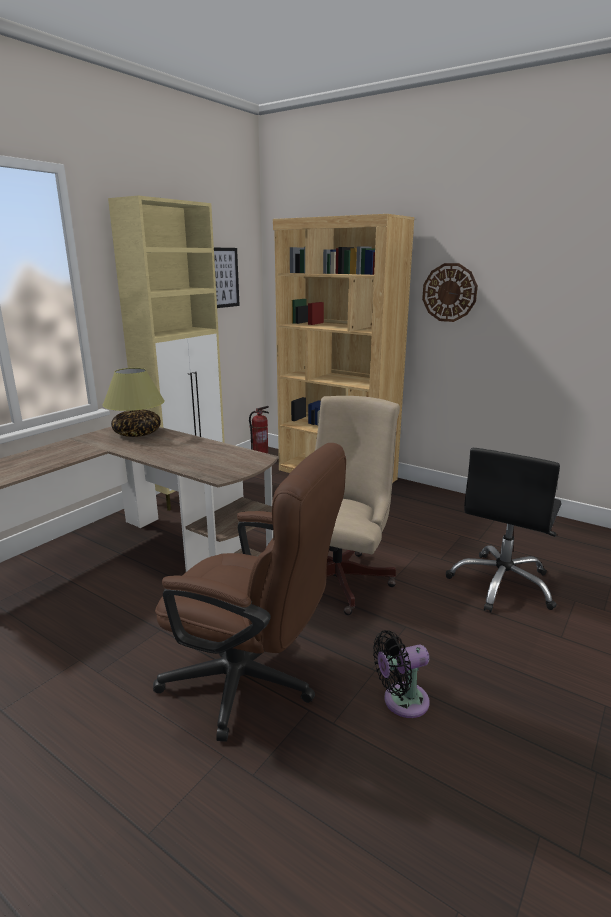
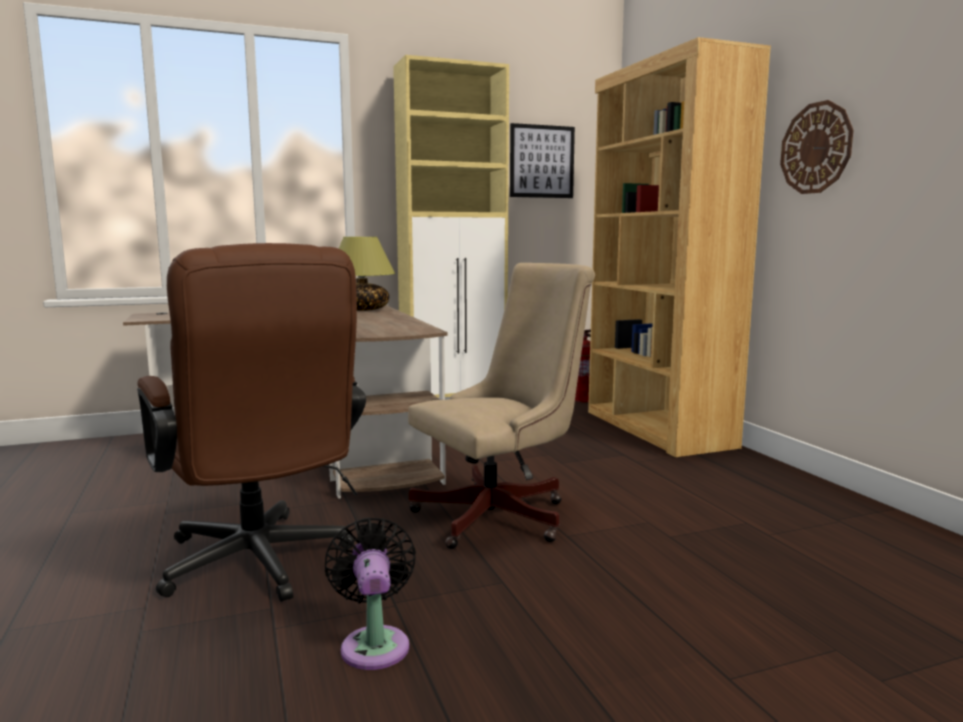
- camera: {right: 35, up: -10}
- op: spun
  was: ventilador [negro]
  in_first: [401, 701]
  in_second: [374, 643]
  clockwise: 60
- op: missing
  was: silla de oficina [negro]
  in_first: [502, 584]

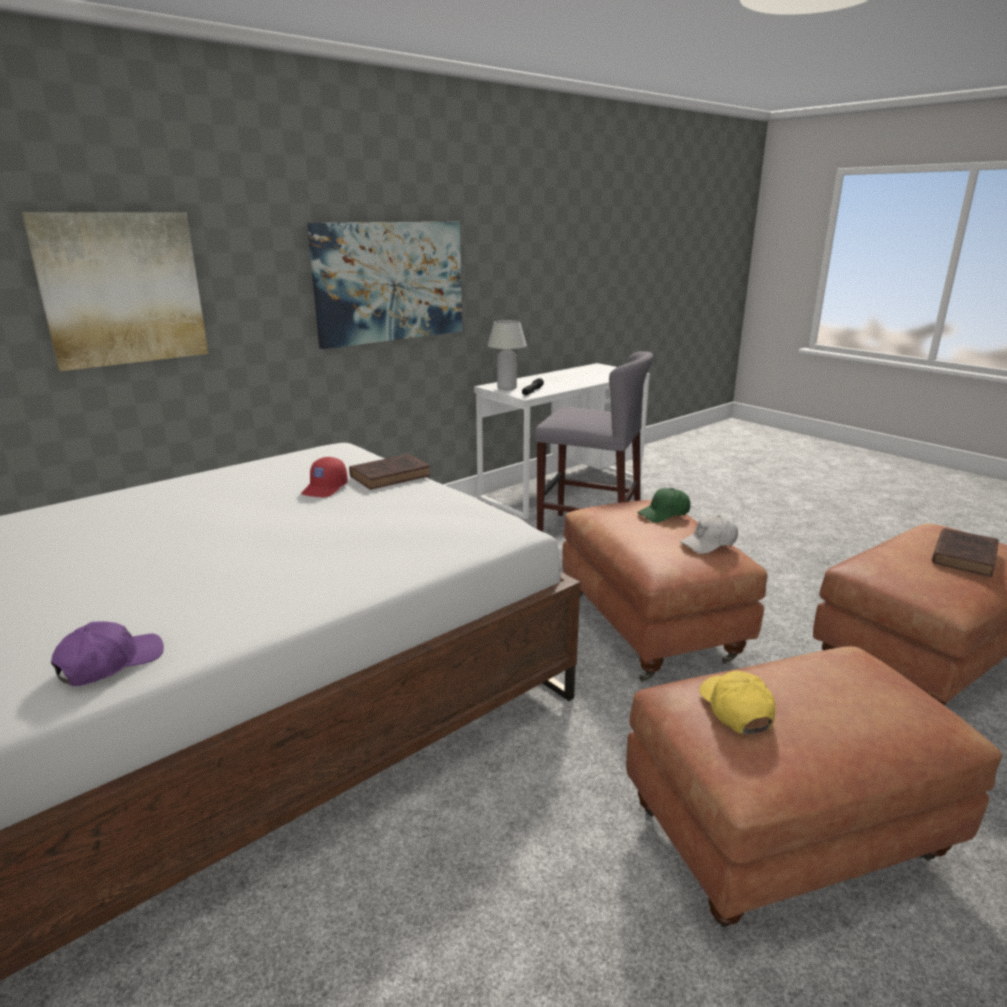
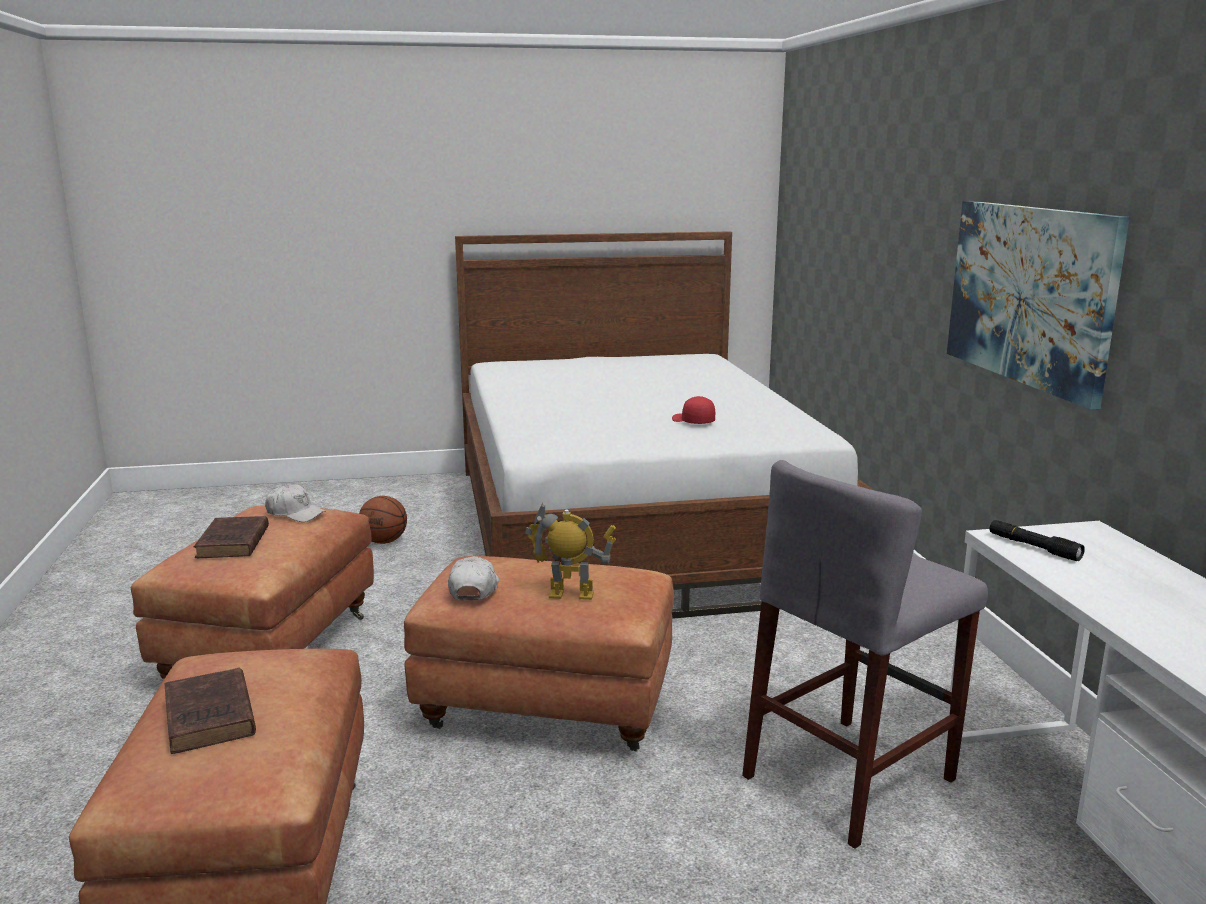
- camera: {right: 120, up: -5}
- op: missing
  was: cuadro
  in_first: [122, 289]
- op: missing
  was: gorra [morado]
  in_first: [110, 664]
- op: relocated
  was: libro [marrón]
  in_first: [392, 476]
  in_second: [232, 543]
- op: missing
  was: lámpara de mesa [blanco]
  in_first: [507, 388]
- op: exchanged
  was: gorra [verde]
  now: robot de juguete
  in_first: [664, 514]
  in_second: [571, 595]
- op: colour
  was: gorra [amarillo]
  now: gorra [blanco]
  in_first: [735, 709]
  in_second: [295, 513]
- op: appeared
  now: balón de baloncesto
  in_second: [384, 541]

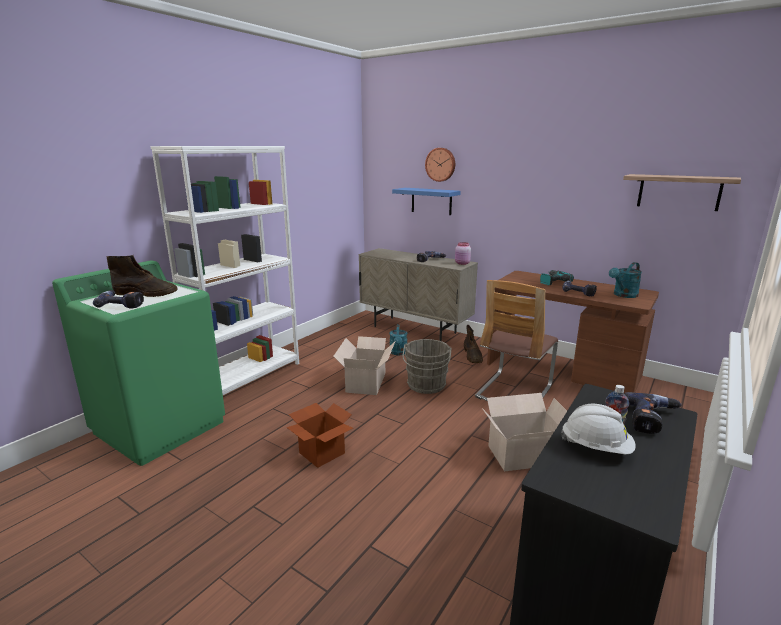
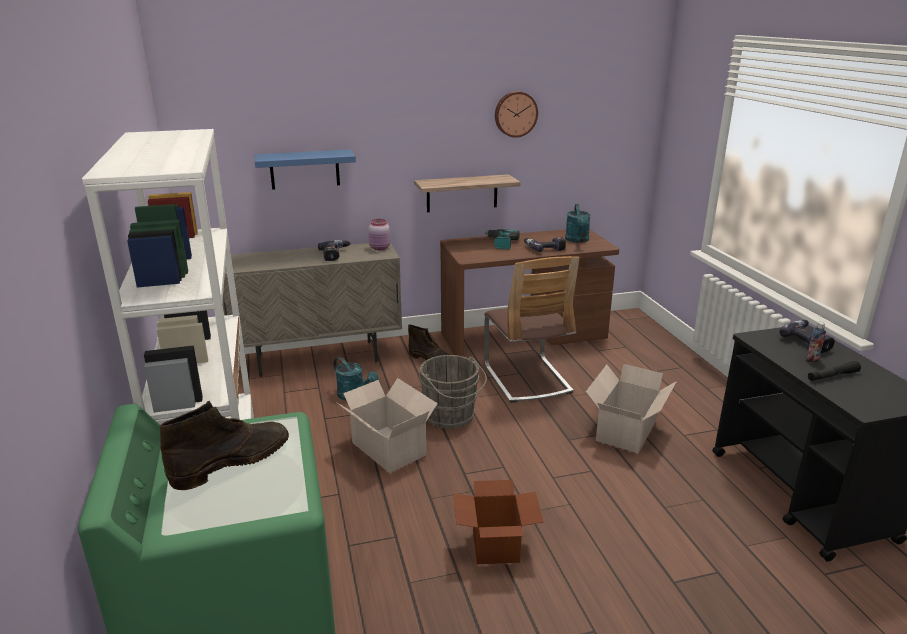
- camera: {right: -50, up: 5}
- op: missing
  was: taladro
  in_first: [122, 304]
- op: relocated
  was: reloj de pared
  in_first: [441, 164]
  in_second: [515, 114]
- op: exchanged
  was: casco [blanco]
  now: linterna [negro]
  in_first: [596, 447]
  in_second: [832, 376]
- op: relocated
  was: estante
  in_first: [679, 192]
  in_second: [462, 193]

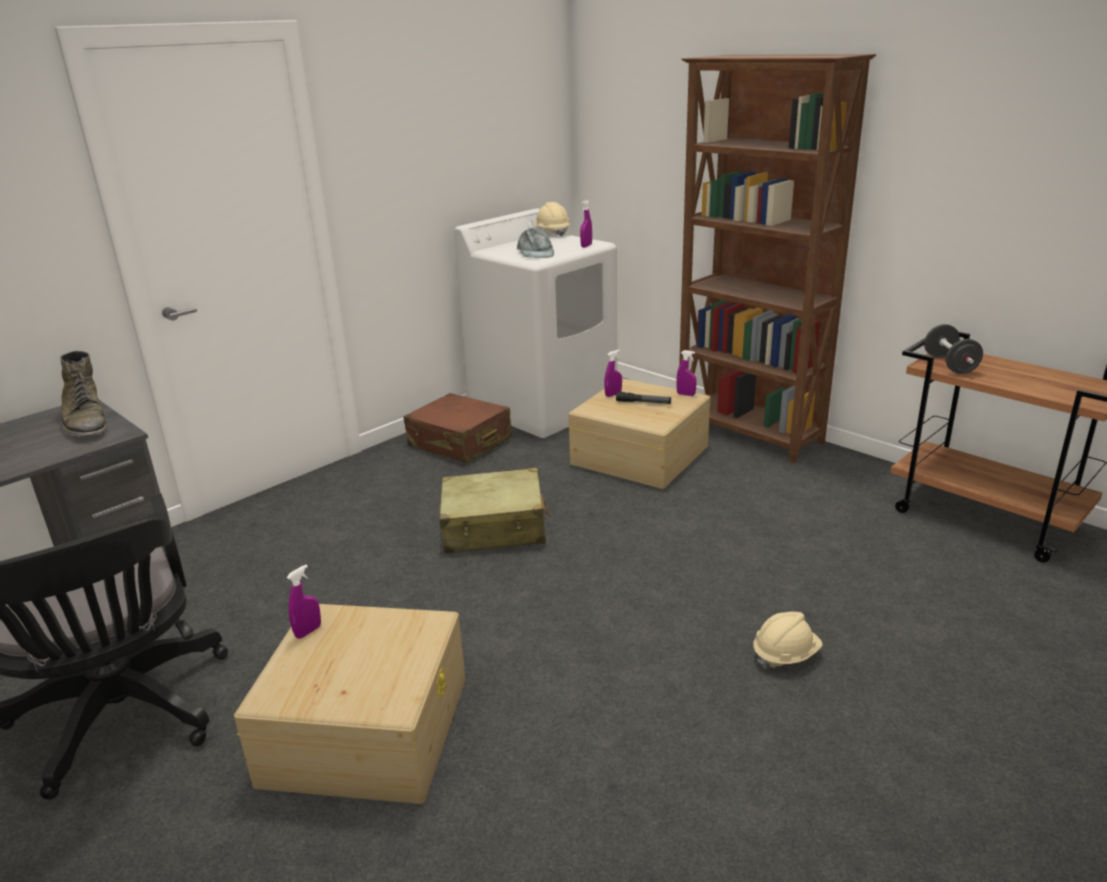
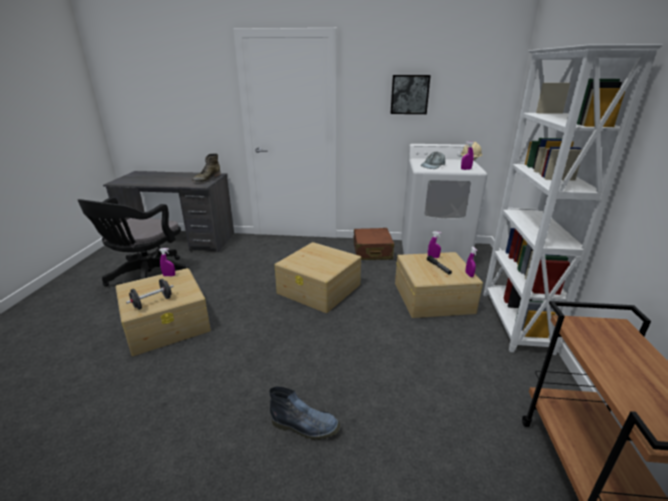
- camera: {right: 50, up: 0}
- op: exchanged
  was: maleta [beis]
  now: caja de almacenaje [beis]
  in_first: [494, 527]
  in_second: [319, 289]
- op: colour
  was: estantería [marrón]
  now: estantería [blanco]
  in_first: [749, 433]
  in_second: [514, 321]
- op: exchanged
  was: casco [beis]
  now: bota
  in_first: [785, 655]
  in_second: [306, 426]
- op: relocated
  was: mancuerna [negro]
  in_first: [949, 365]
  in_second: [152, 302]
- op: appeared
  now: cuadro
  in_second: [409, 94]

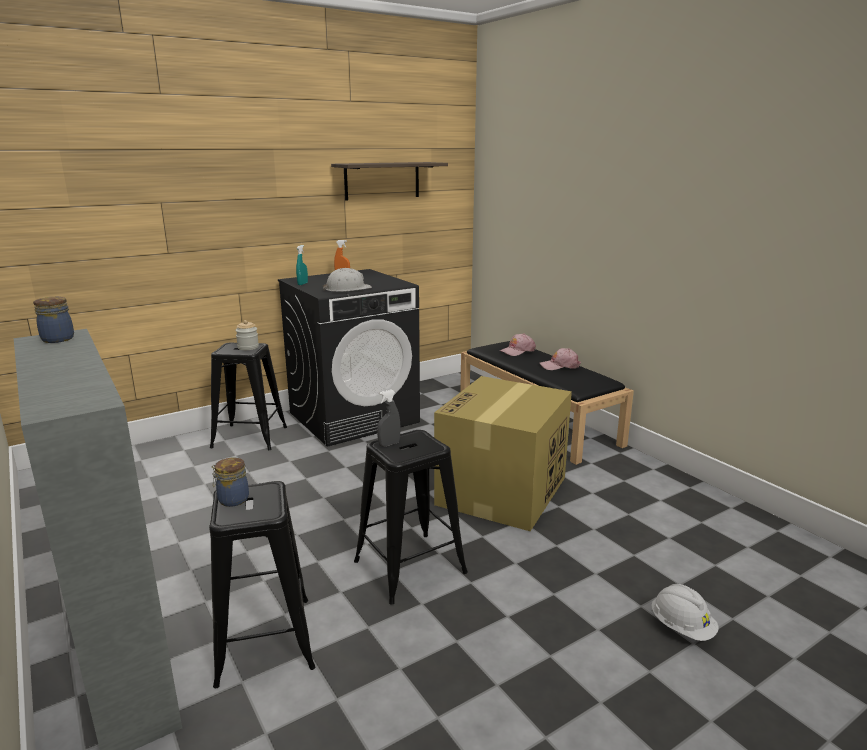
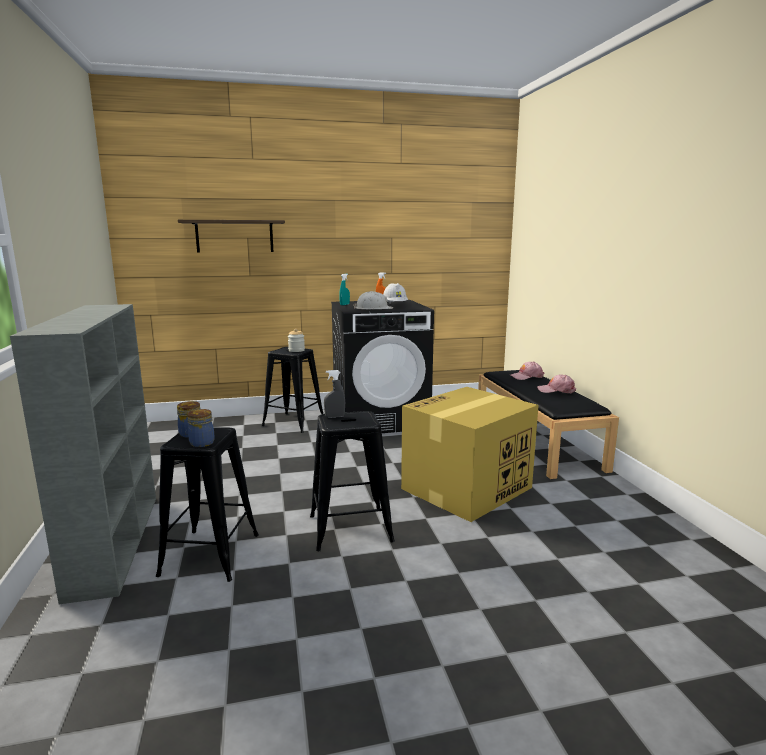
- camera: {right: 20, up: -5}
- op: relocated
  was: tarro
  in_first: [58, 339]
  in_second: [202, 442]
- op: relocated
  was: estante
  in_first: [382, 180]
  in_second: [234, 236]
- op: relocated
  was: casco [blanco]
  in_first: [682, 627]
  in_second: [395, 305]

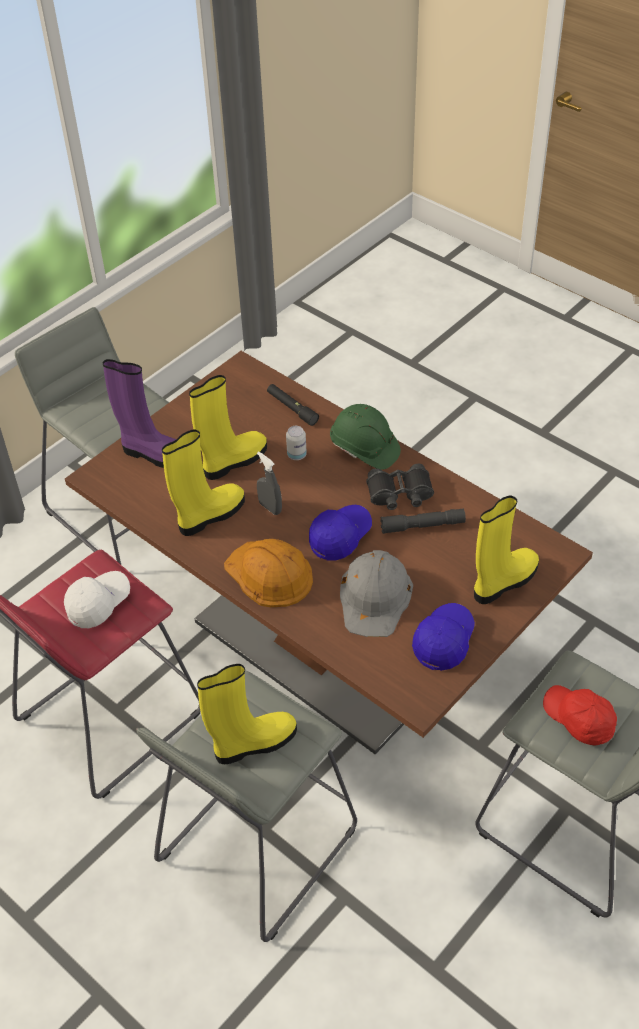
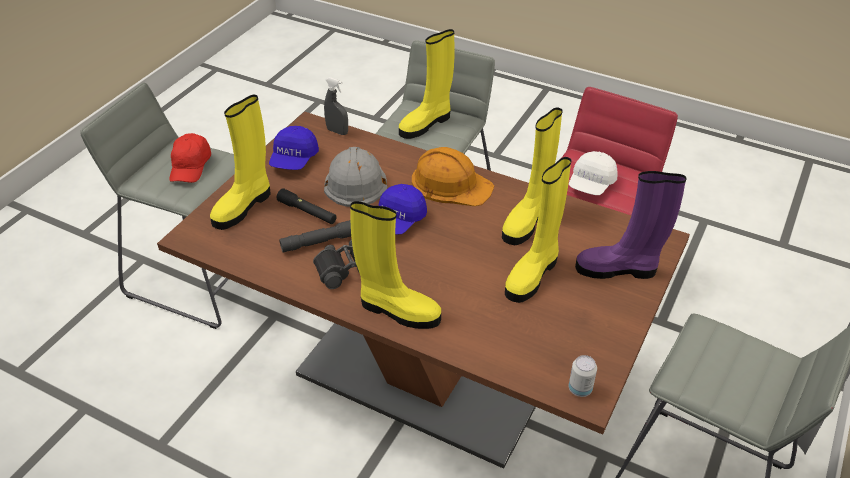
- camera: {right: 165, up: -5}
- op: relocated
  was: pulverizador [gris]
  in_first: [270, 508]
  in_second: [337, 131]
- op: relocated
  was: linterna [negro]
  in_first: [292, 408]
  in_second: [307, 212]
- op: relocated
  was: lata
  in_first: [296, 455]
  in_second: [580, 389]
- op: exchanged
  was: casco [verde]
  now: bota [amarillo]
  in_first: [364, 448]
  in_second: [397, 310]
- op: spun
  was: gorra [rojo]
  in_first: [578, 720]
  in_second: [191, 166]
  clockwise: 60

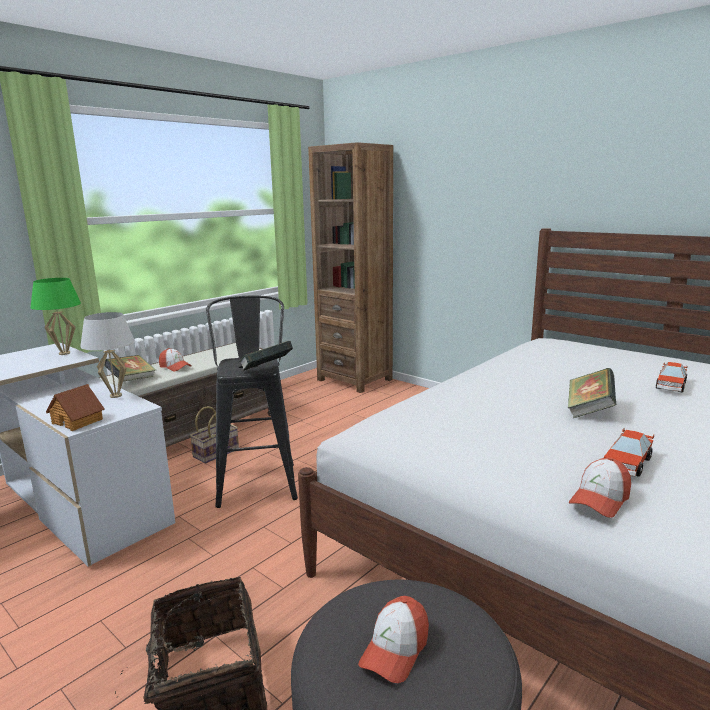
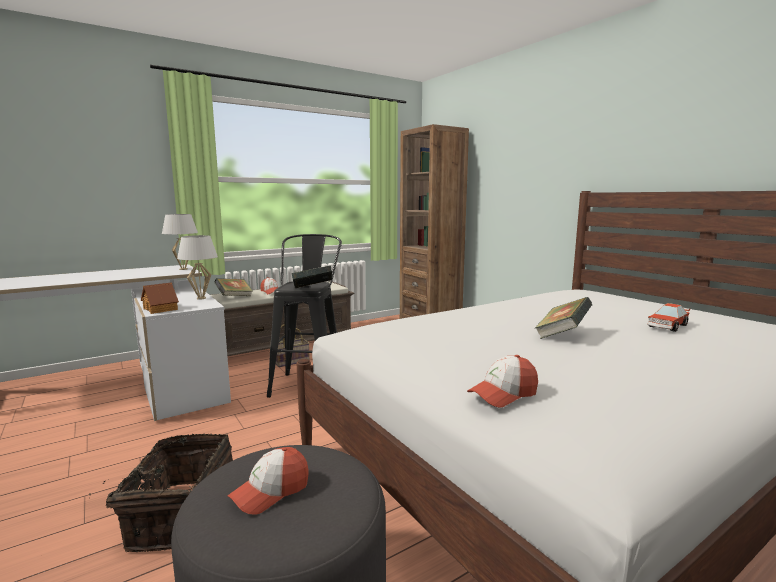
- camera: {right: 15, up: -5}
- op: colour
  was: lámpara de mesa [verde]
  now: lámpara de mesa [blanco]
  in_first: [64, 353]
  in_second: [183, 269]
- op: missing
  was: coche de juguete
  in_first: [627, 464]

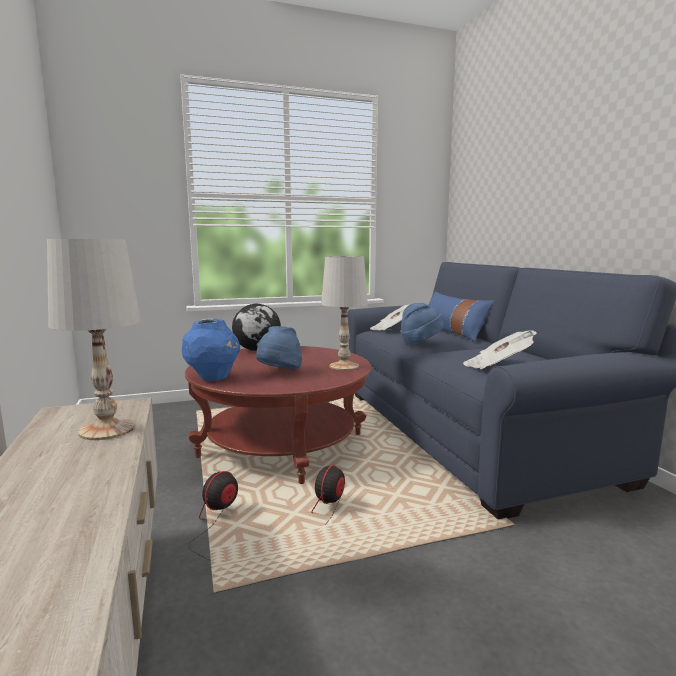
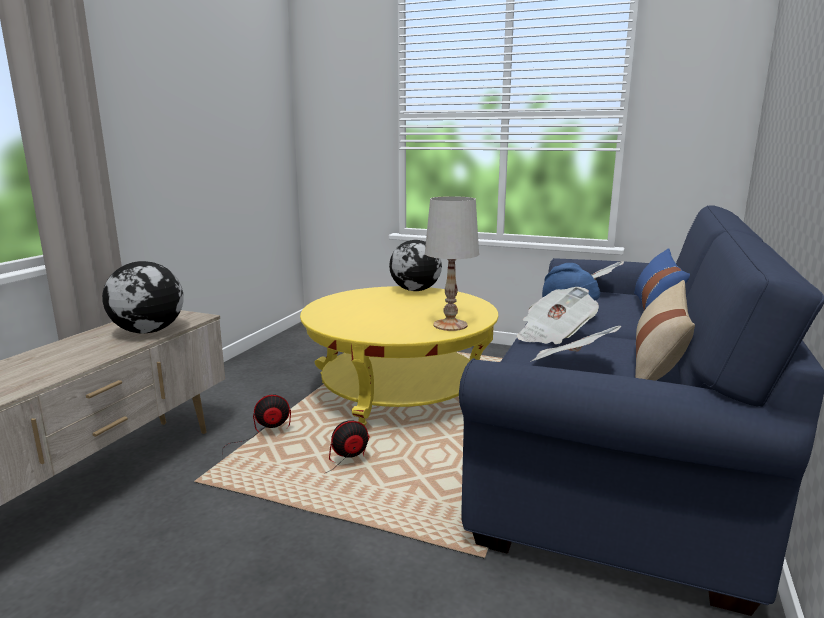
- camera: {right: 40, up: 5}
- op: exchanged
  was: lámpara de mesa [blanco]
  now: globo terráqueo
  in_first: [108, 429]
  in_second: [149, 331]
- op: missing
  was: florero [azul]
  in_first: [213, 378]
- op: colour
  was: mesa de centro [rojo]
  now: mesa de centro [amarillo]
  in_first: [282, 445]
  in_second: [400, 395]
- op: missing
  was: sombrero [azul]
  in_first: [279, 372]
- op: appeared
  now: periódico
  in_second: [553, 335]
- op: appeared
  now: cojín [beis]
  in_second: [657, 363]

